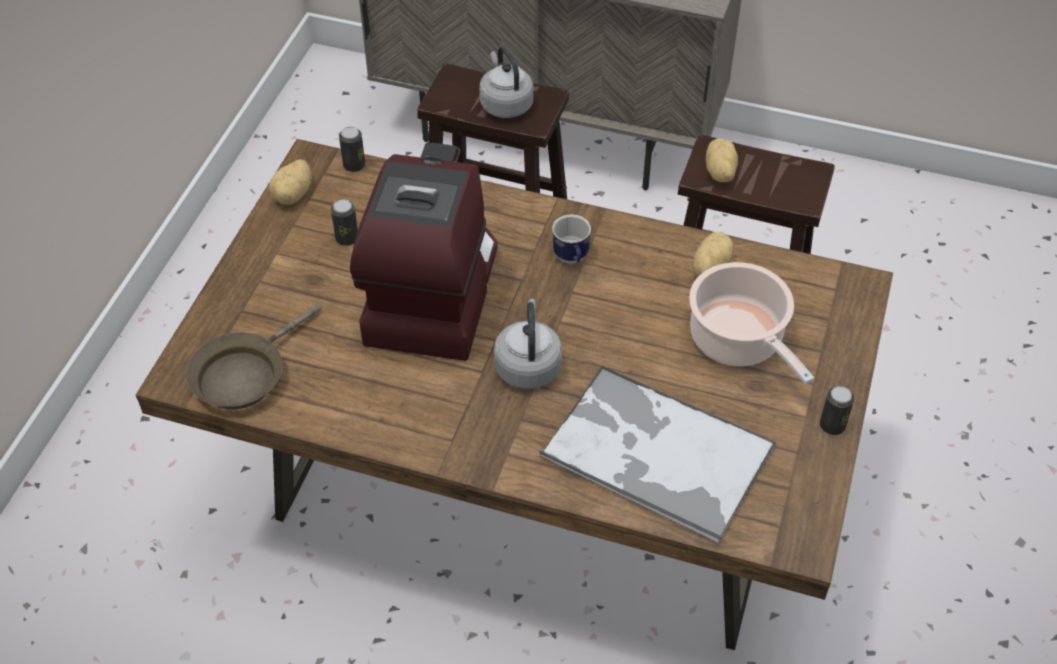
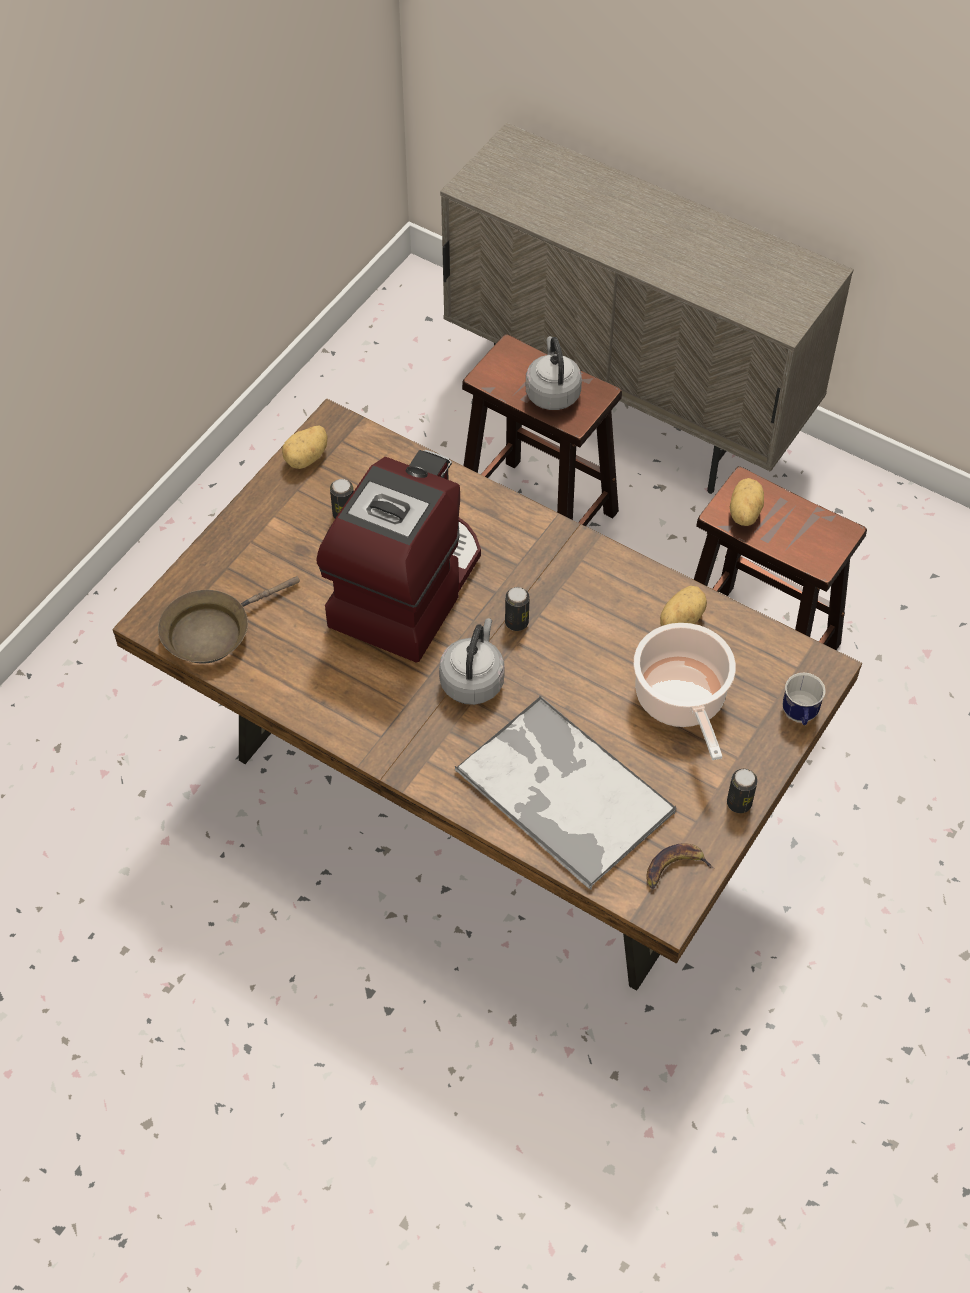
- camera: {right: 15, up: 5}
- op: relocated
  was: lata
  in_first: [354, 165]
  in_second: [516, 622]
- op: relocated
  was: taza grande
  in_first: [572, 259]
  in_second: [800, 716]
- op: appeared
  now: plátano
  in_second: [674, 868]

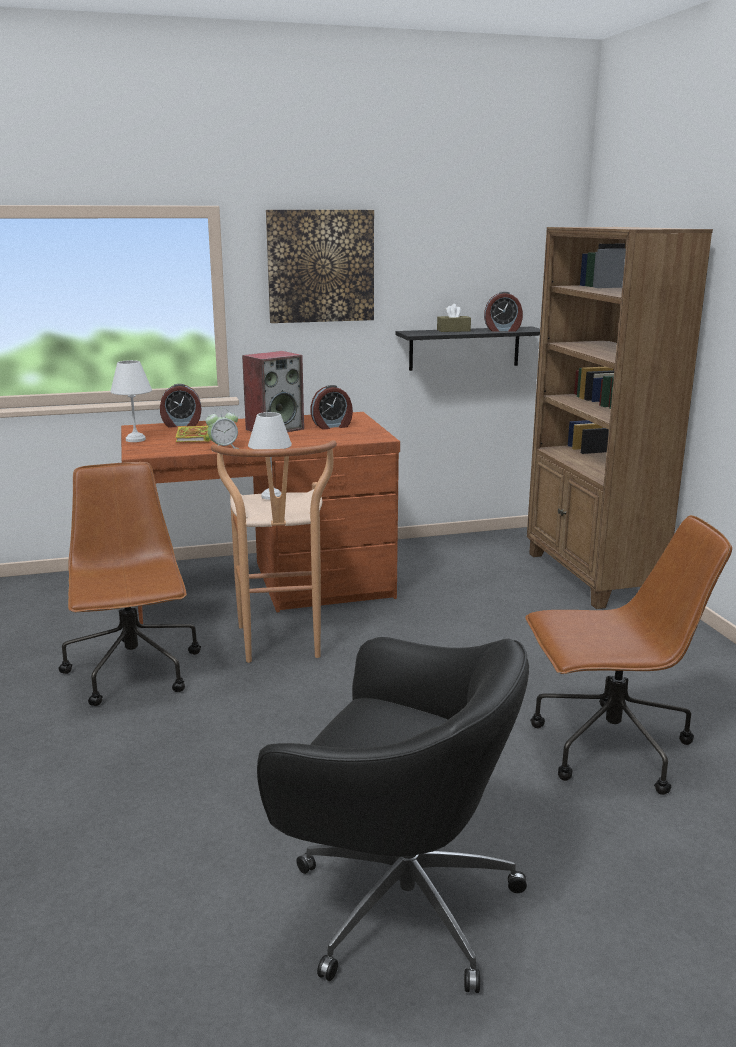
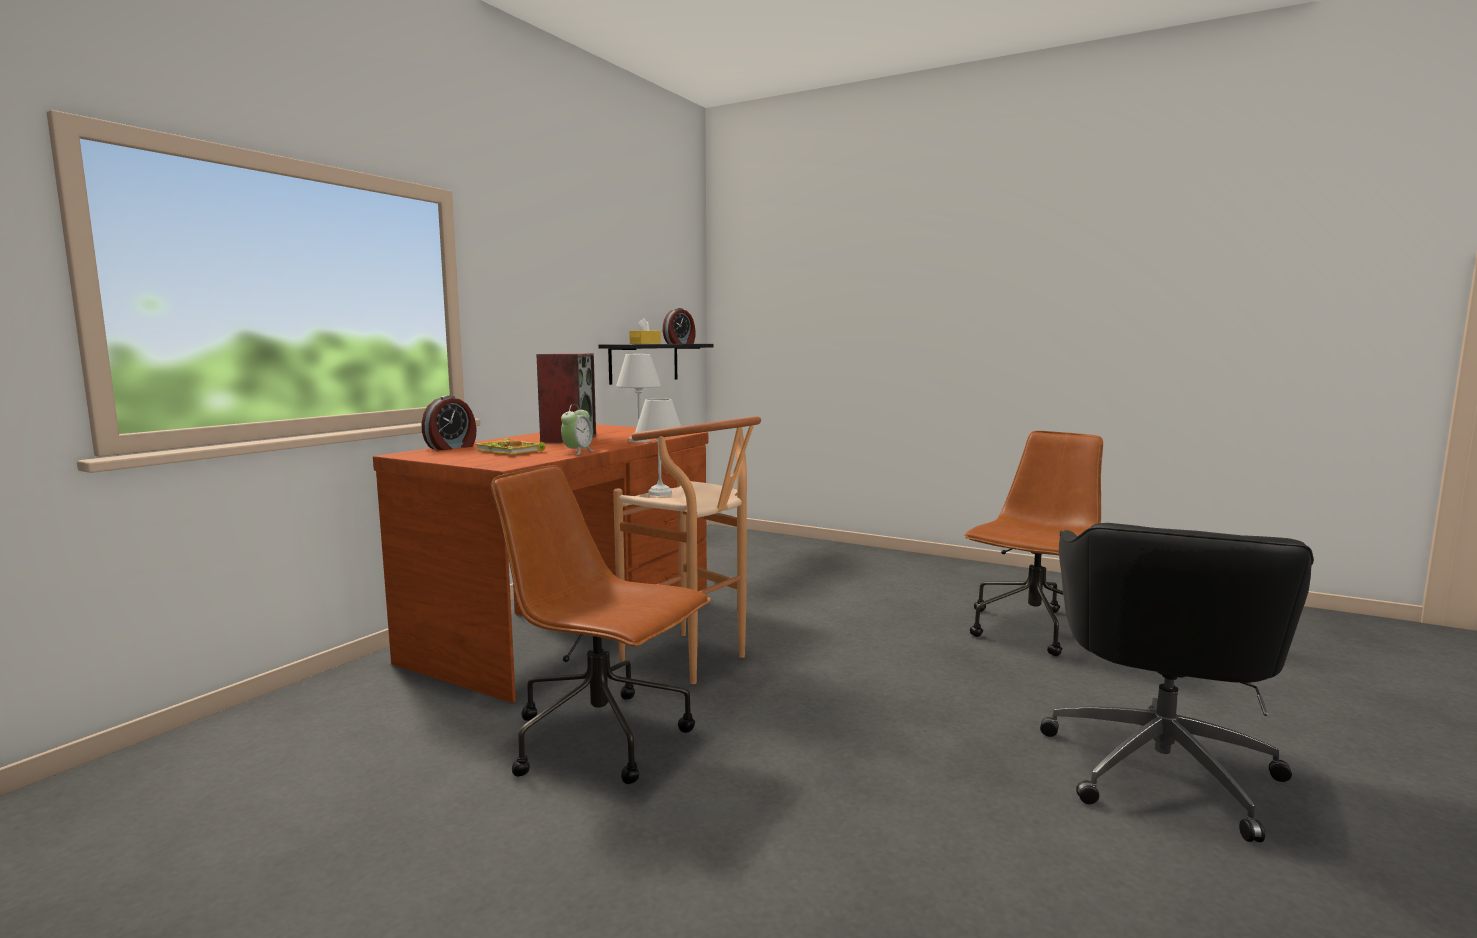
- camera: {right: -45, up: -10}
- op: relocated
  was: lámpara de mesa [blanco]
  in_first: [134, 440]
  in_second: [639, 441]
- op: spun
  was: silla de oficina [negro]
  in_first: [398, 901]
  in_second: [1160, 766]
  clockwise: 135
- op: missing
  was: cuadro
  in_first: [320, 266]
- op: missing
  was: despertador
  in_first: [332, 426]
- op: colour
  was: caja de pañuelos [marrón]
  now: caja de pañuelos [amarillo]
  in_first: [453, 330]
  in_second: [645, 343]
- op: missing
  was: estantería [marrón]
  in_first: [591, 576]

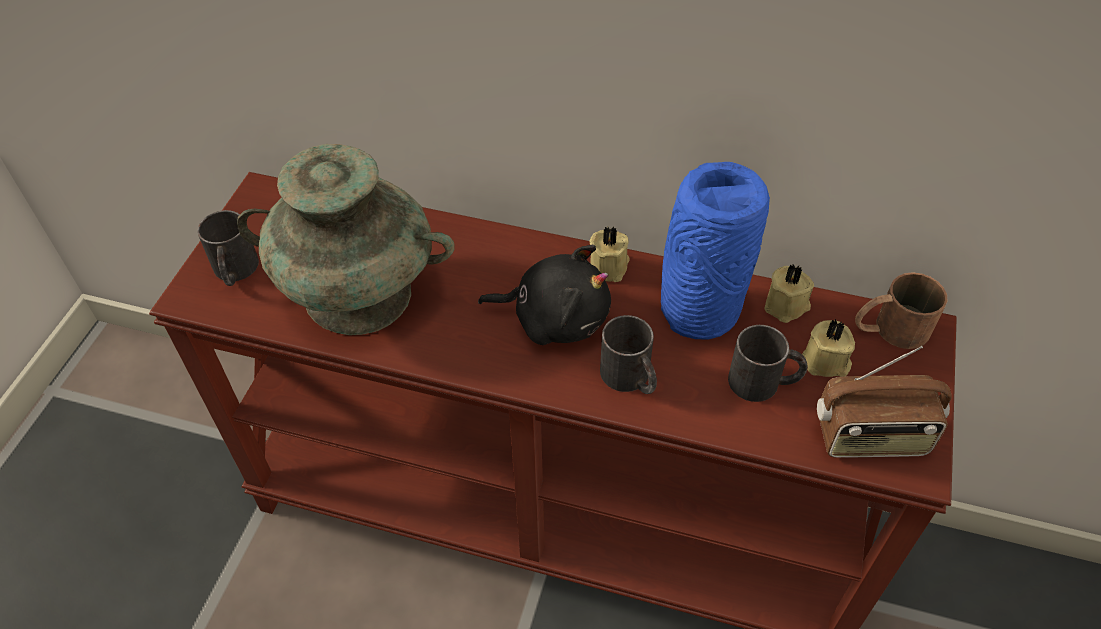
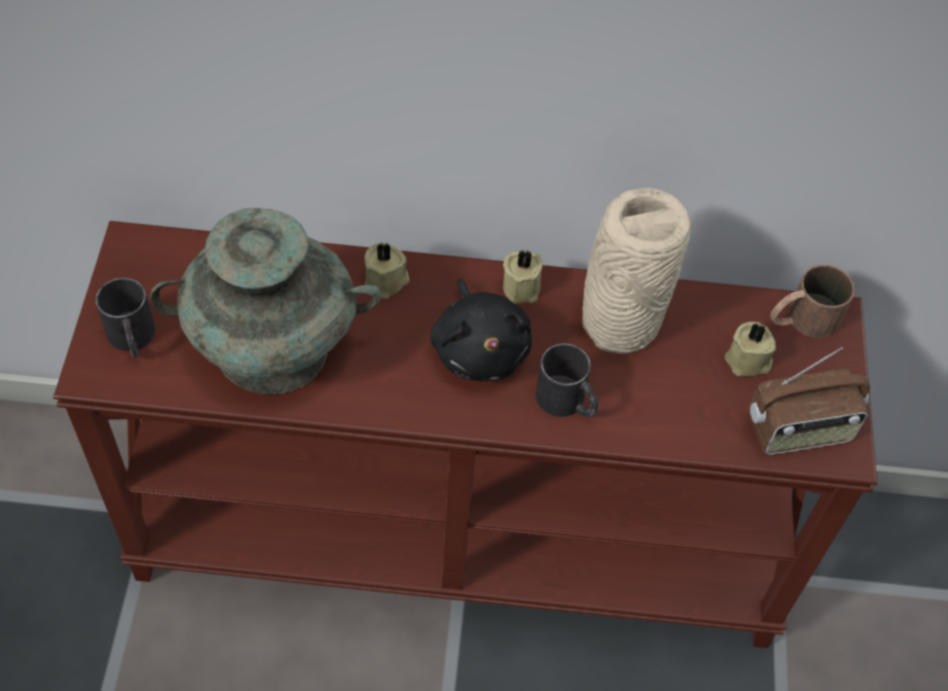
- camera: {right: -15, up: 5}
- op: spun
  was: peluche [negro]
  in_first: [555, 318]
  in_second: [480, 349]
  clockwise: 75
- op: colour
  was: florero [azul]
  now: florero [beis]
  in_first: [697, 310]
  in_second: [617, 323]
- op: missing
  was: taza grande [negro]
  in_first: [764, 382]
- op: relocated
  was: vela [beis]
  in_first: [787, 306]
  in_second: [387, 281]

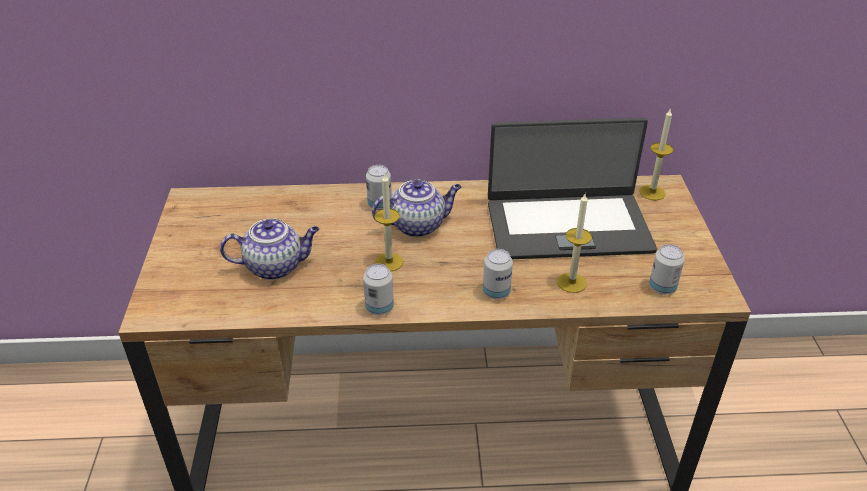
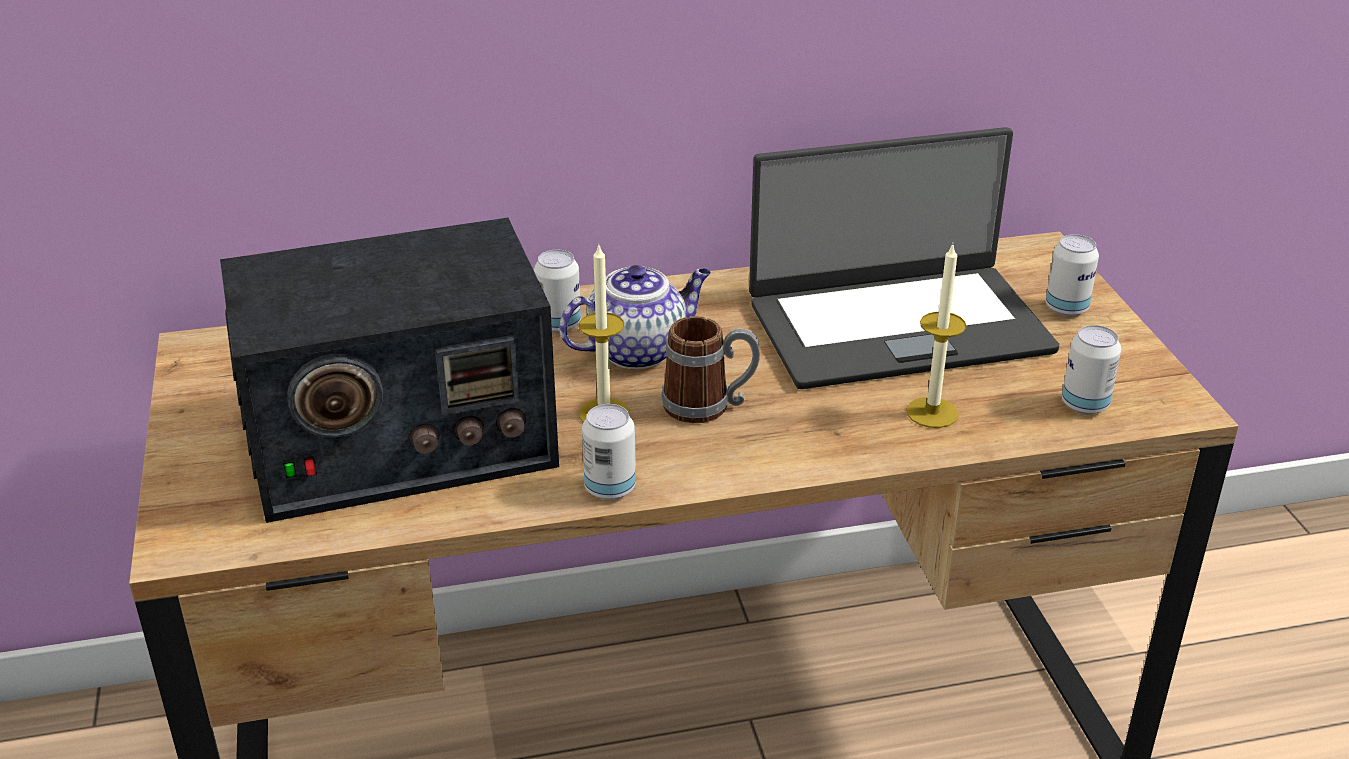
- camera: {right: -10, up: -5}
- op: exchanged
  was: tetera
  now: radio
  in_first: [276, 266]
  in_second: [399, 441]
- op: relocated
  was: lata
  in_first: [496, 292]
  in_second: [1066, 308]
- op: missing
  was: vela
  in_first: [652, 192]
- op: appeared
  now: taza grande
  in_second: [709, 406]

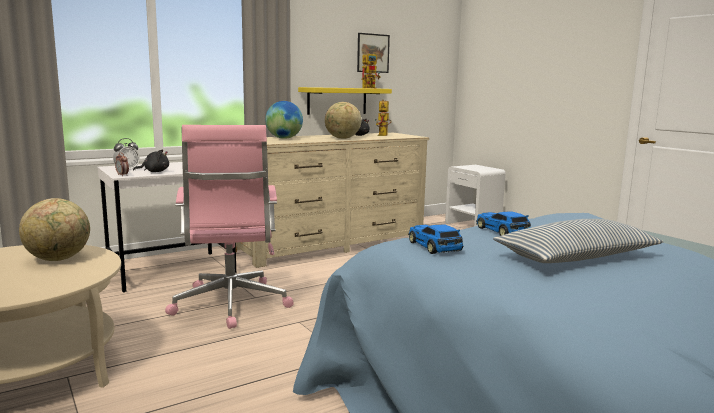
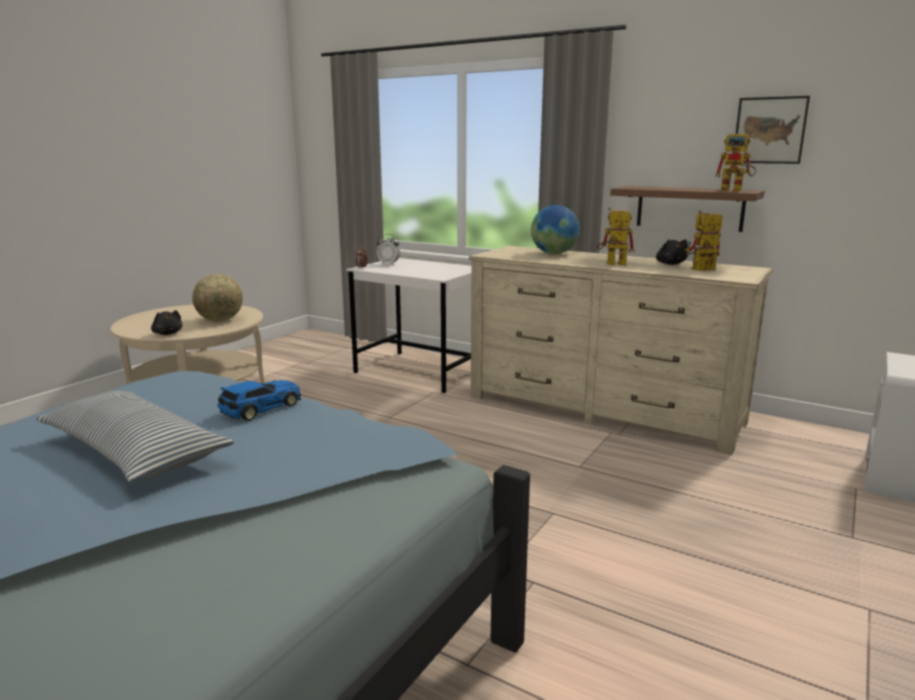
- camera: {right: 65, up: 5}
- op: relocated
  was: peluche [negro]
  in_first: [154, 172]
  in_second: [167, 333]
- op: missing
  was: silla de oficina [rosa]
  in_first: [230, 305]
- op: colour
  was: estante [amarillo]
  now: estante [marrón]
  in_first: [337, 101]
  in_second: [689, 208]
- op: exchanged
  was: globo terráqueo
  now: robot de juguete
  in_first: [342, 138]
  in_second: [611, 264]
- op: missing
  was: coche de juguete
  in_first: [434, 247]

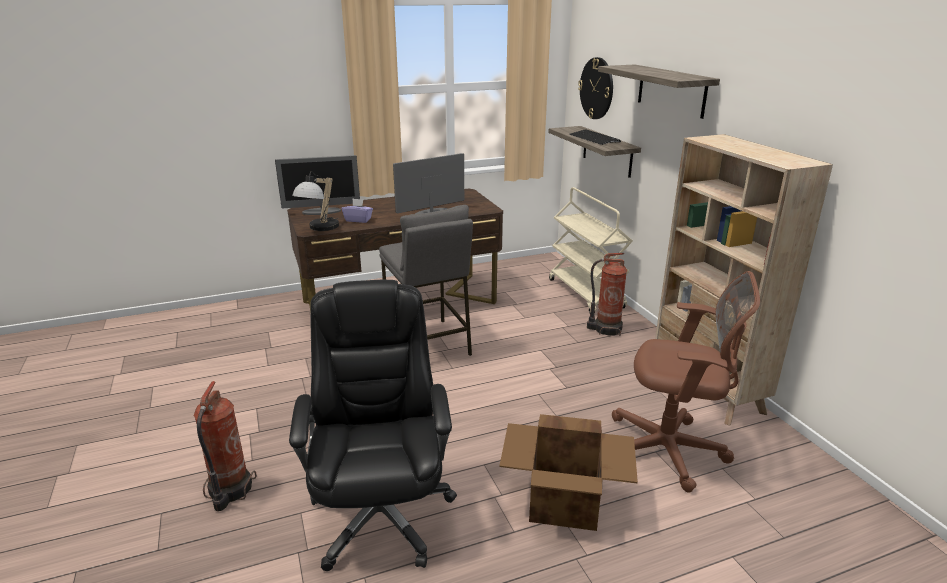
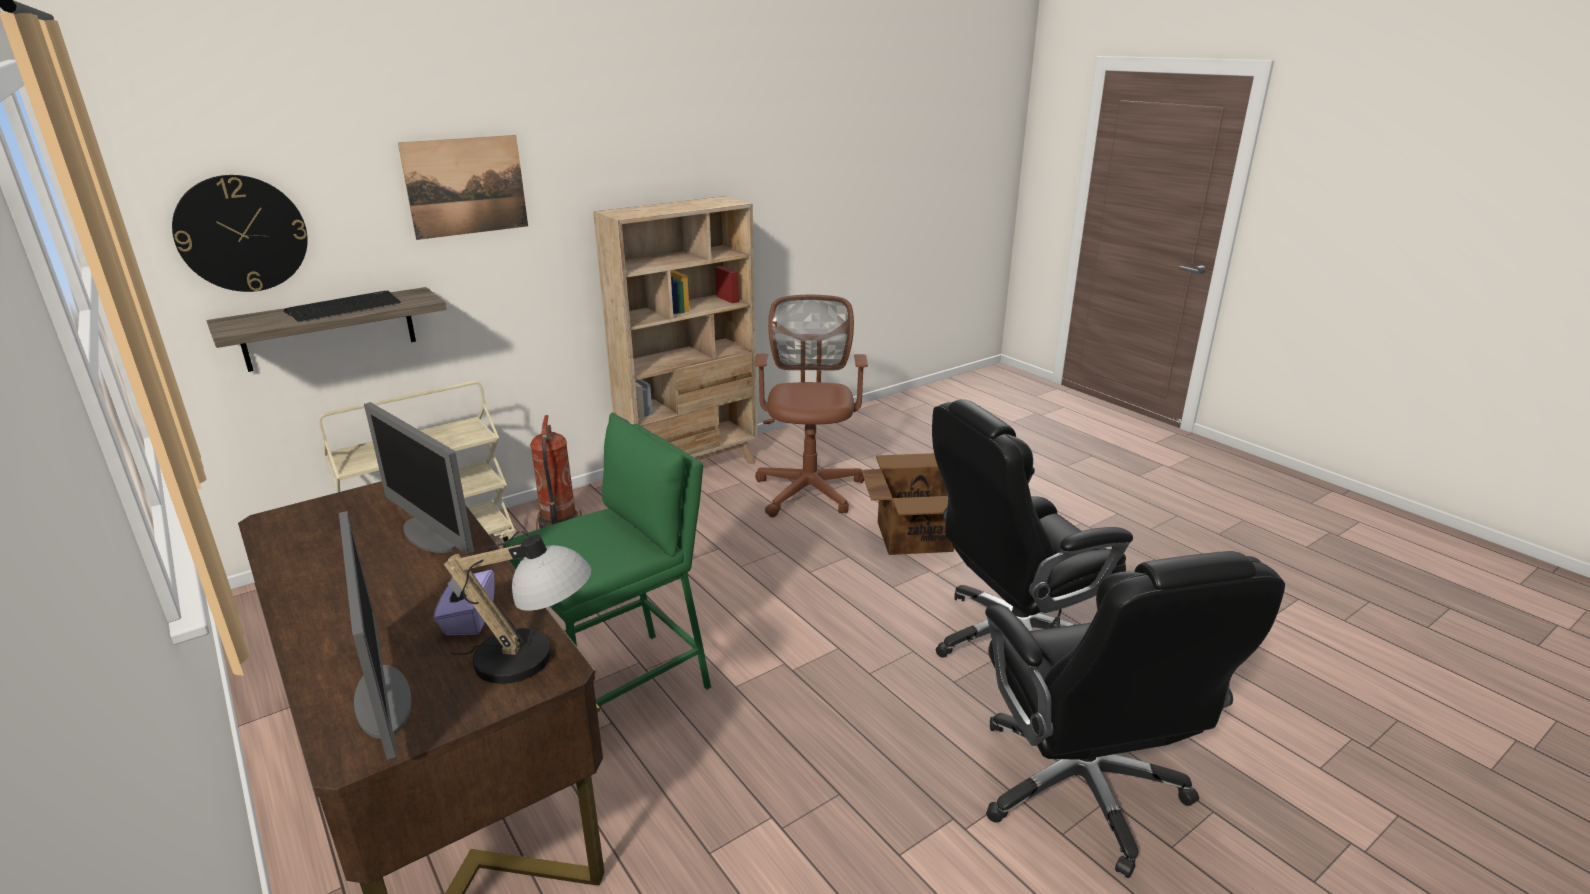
- camera: {right: -105, up: 0}
- op: exchanged
  was: extintor
  now: silla de oficina [negro]
  in_first: [229, 491]
  in_second: [1082, 790]
- op: colour
  was: taburete [gris]
  now: taburete [verde]
  in_first: [428, 343]
  in_second: [623, 689]
- op: exchanged
  was: estante
  now: cuadro
  in_first: [671, 90]
  in_second: [466, 186]

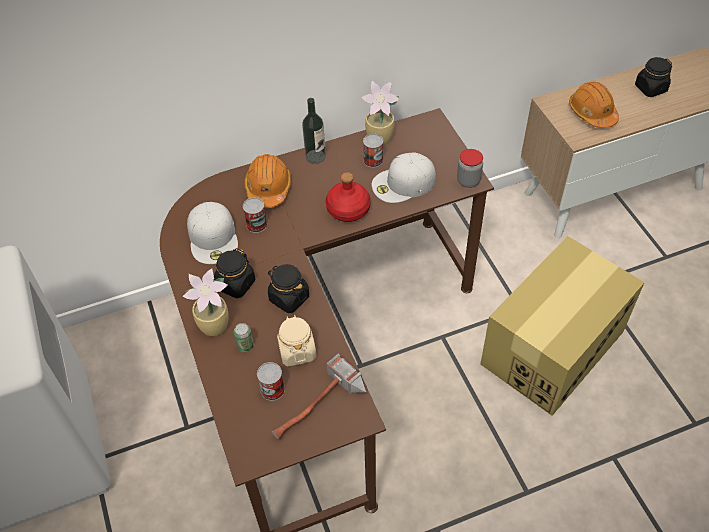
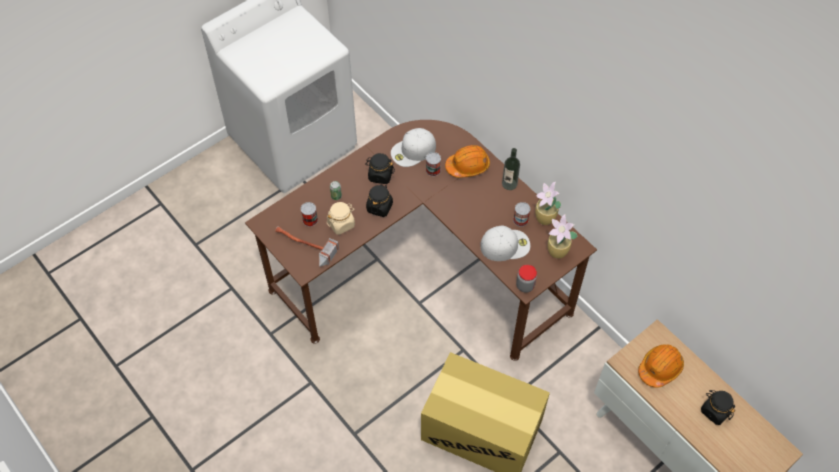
- camera: {right: 70, up: 5}
- op: relocated
  was: planta en maceta
  in_first: [215, 326]
  in_second: [557, 252]
- op: missing
  was: botella [rojo]
  in_first: [347, 209]
- op: spun
  was: gorra [blanco]
  in_first: [403, 183]
  in_second: [505, 245]
  clockwise: 120

